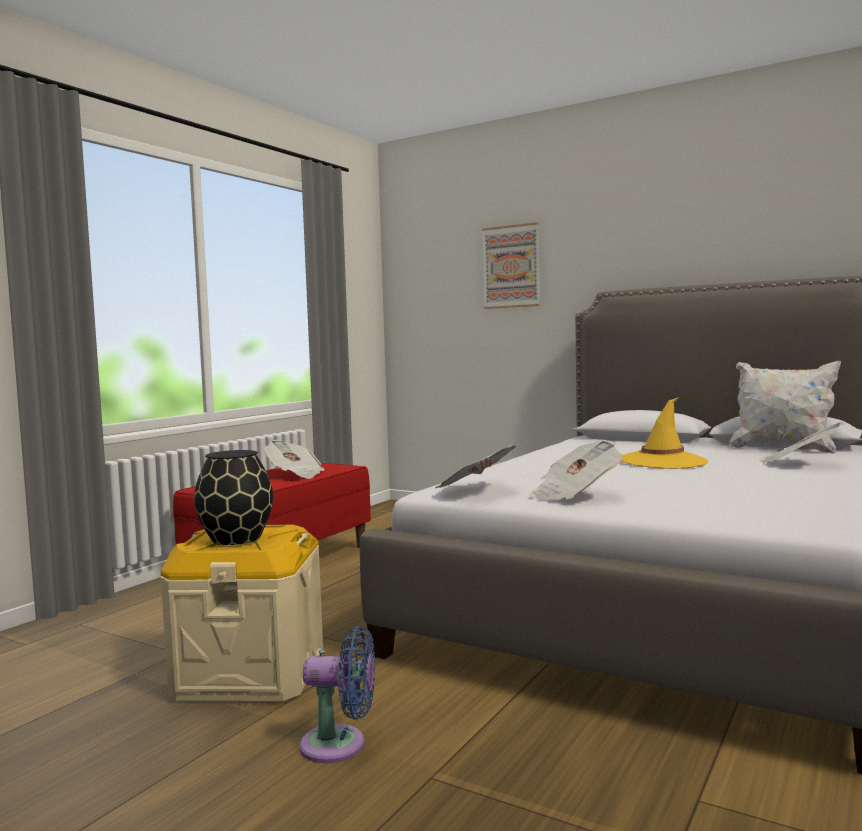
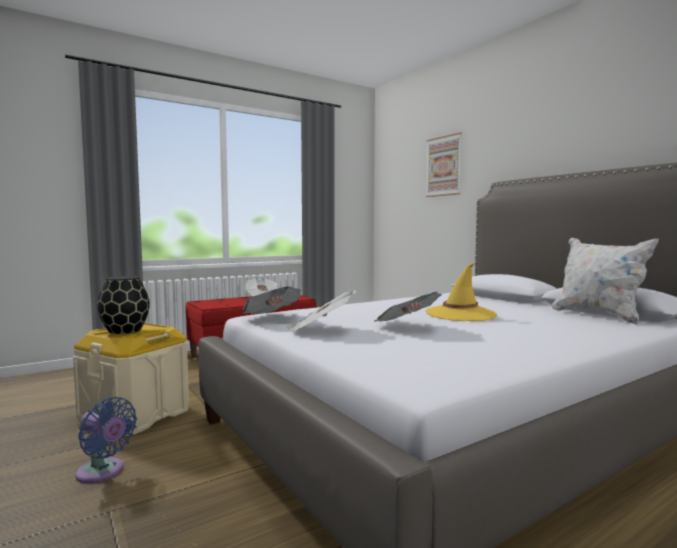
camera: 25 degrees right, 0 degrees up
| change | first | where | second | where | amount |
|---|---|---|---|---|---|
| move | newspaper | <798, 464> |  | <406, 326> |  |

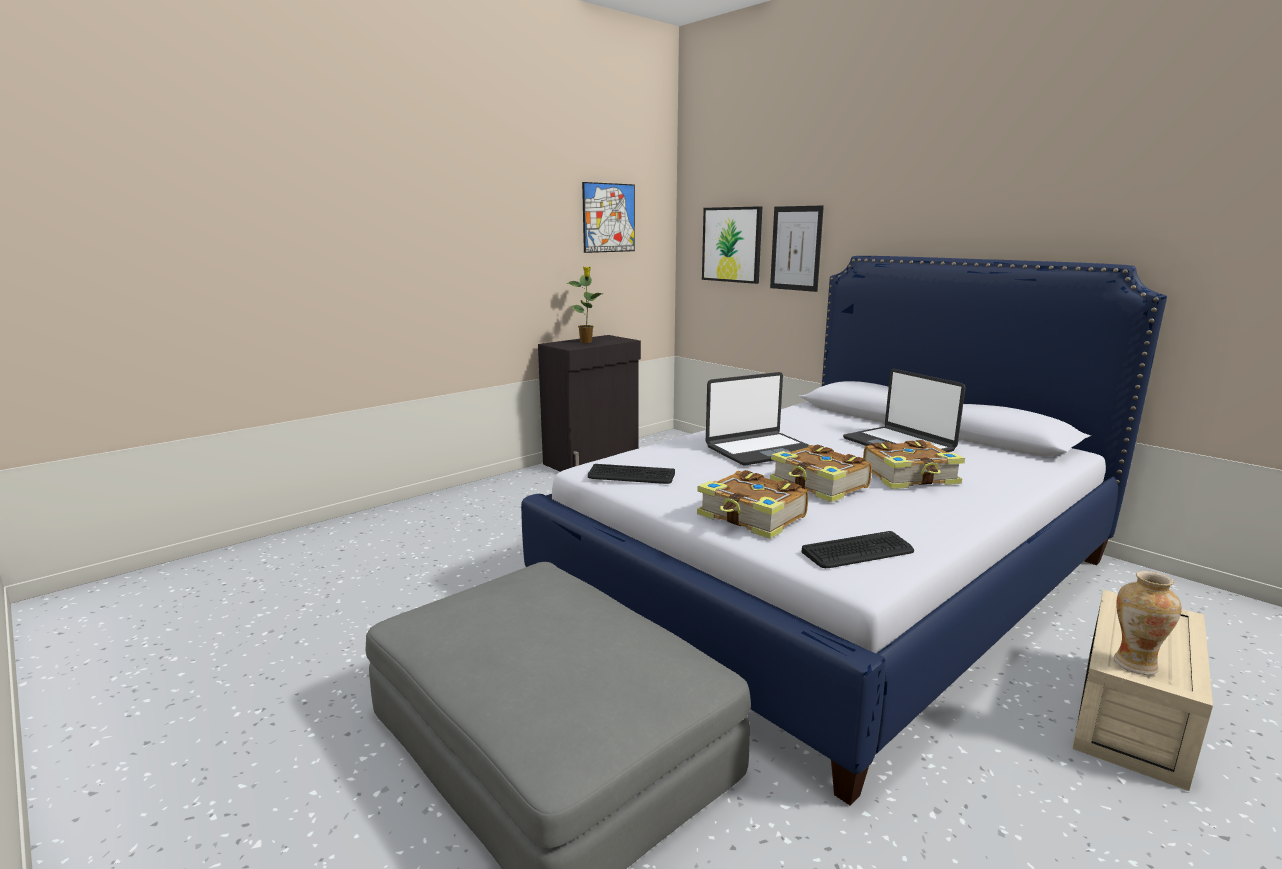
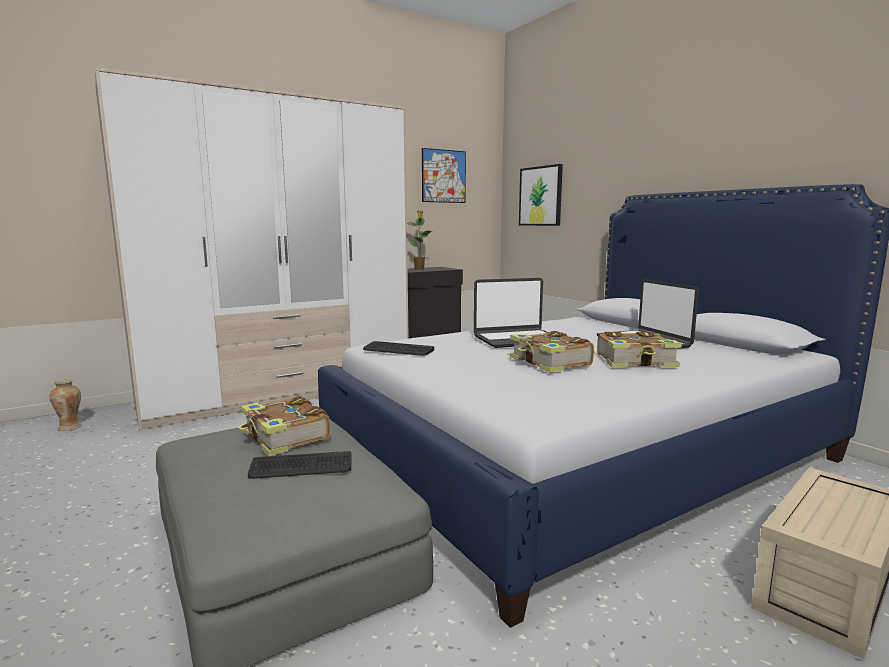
camera: 10 degrees right, 5 degrees down
| change | first | where | second | where | amount |
|---|---|---|---|---|---|
| delete | picture | <796, 248> |  |  |  |
| move | book | <752, 518> |  | <285, 437> |  |
| move | keyboard | <858, 552> |  | <301, 467> |  |
| move | vase | <1134, 663> |  | <70, 427> |  |
| insert |  |  | wardrobe | <280, 393> |  |

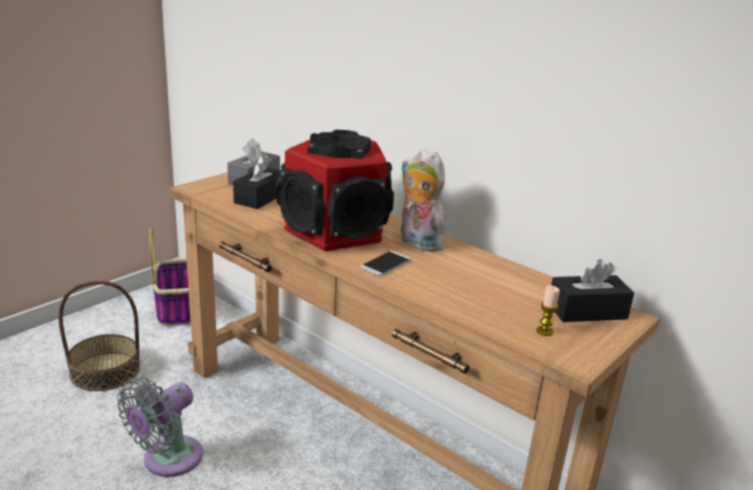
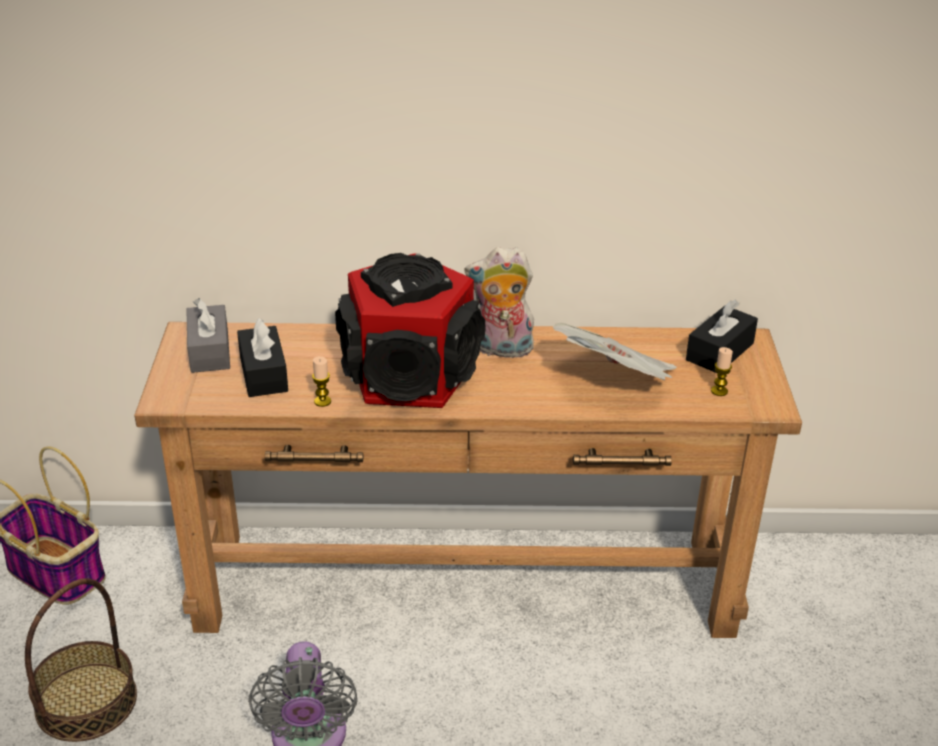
camera: 40 degrees left, 10 degrees up
| change | first | where | second | where | amount |
|---|---|---|---|---|---|
| delete | phone | <385, 264> |  |  |  |
| insert |  |  | newspaper | <616, 380> |  |
| insert |  |  | candle | <322, 401> |  |

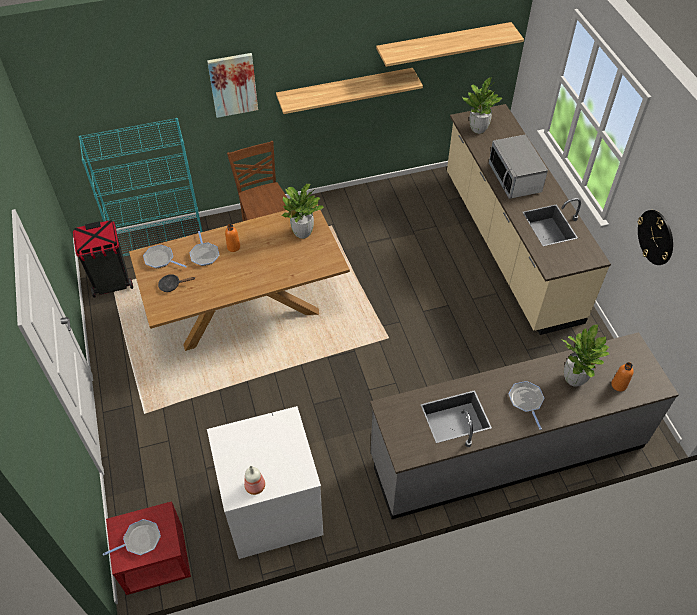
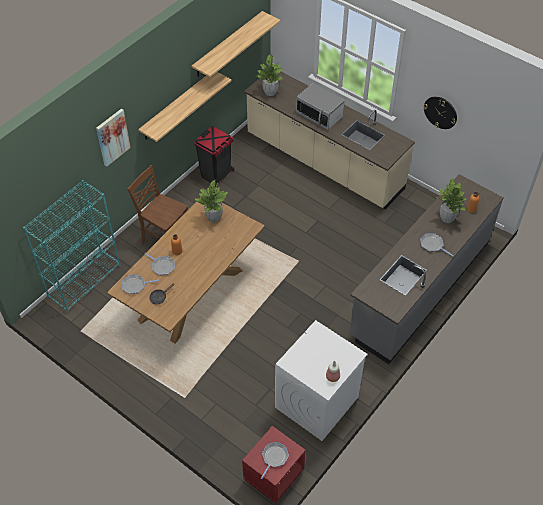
camera: 35 degrees left, 0 degrees up
| change | first | where | second | where | amount |
|---|---|---|---|---|---|
| move | black_trash_can | <112, 283> |  | <216, 174> |  |

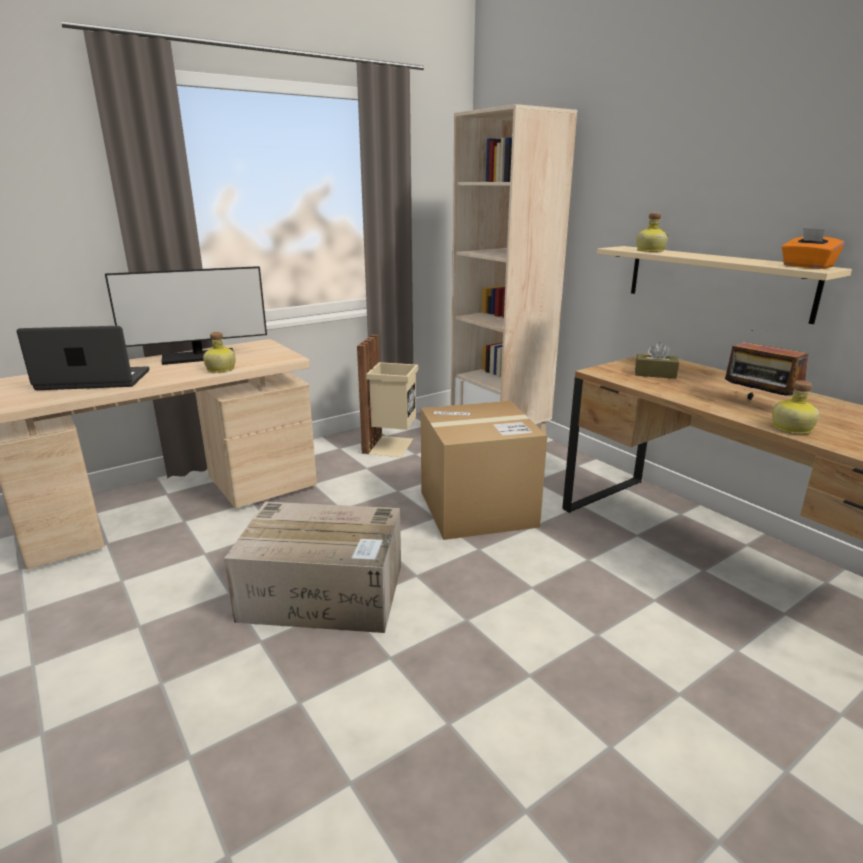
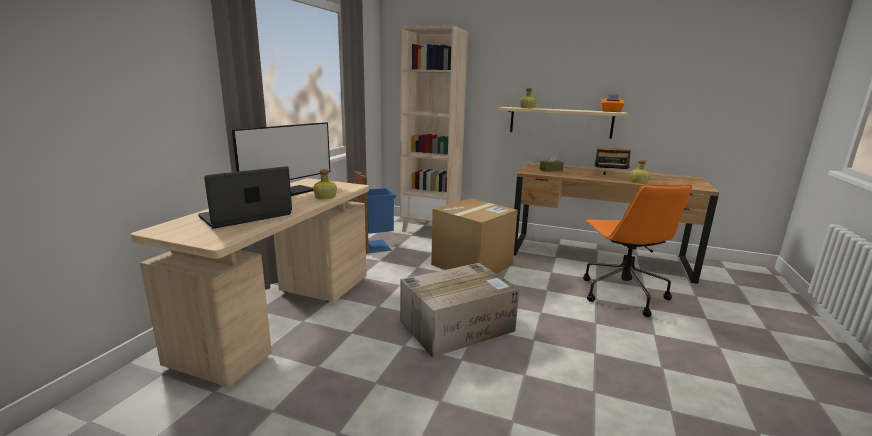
camera: 35 degrees left, 5 degrees down
| change | first | where | second | where | amount |
|---|---|---|---|---|---|
| recolor | beige_trash_can | <391, 446> | blue_trash_can | <375, 246> |  |
| insert |  |  | orange_office_chair | <621, 294> |  |

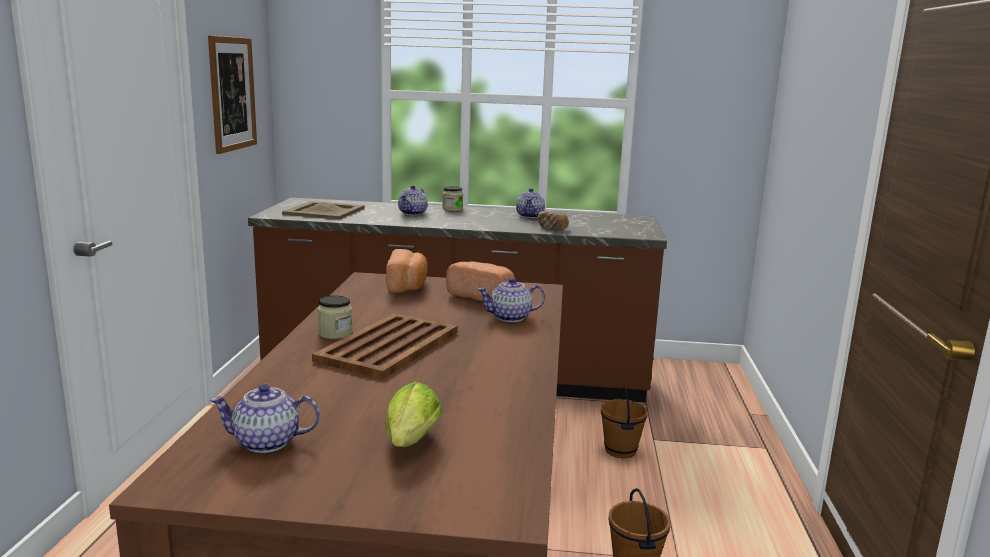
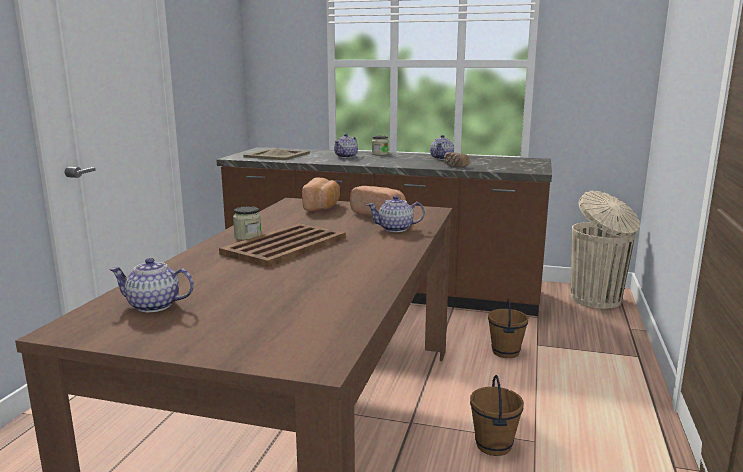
camera: 10 degrees right, 0 degrees up
| change | first | where | second | where | amount |
|---|---|---|---|---|---|
| delete | picture | <232, 93> |  |  |  |
| delete | lettuce | <410, 444> |  |  |  |
| insert |  |  | beige_trash_can | <597, 299> |  |

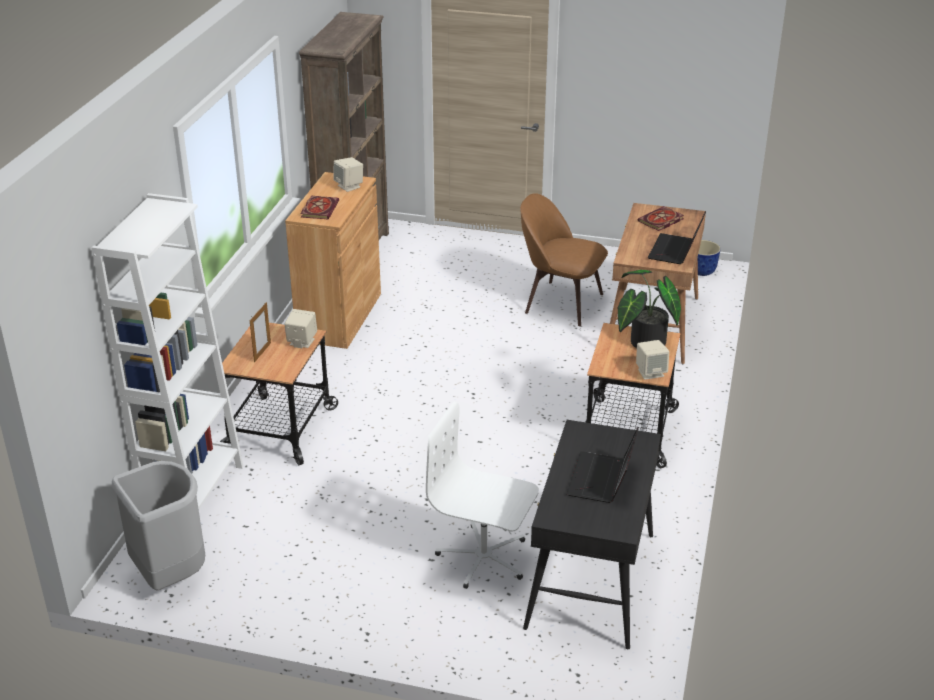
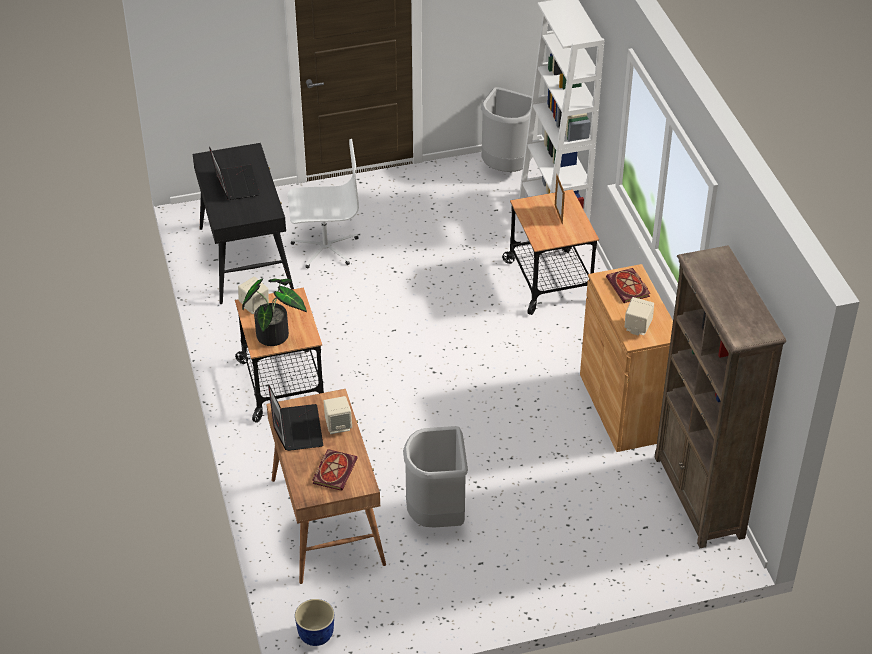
camera: 150 degrees right, 10 degrees up
| change | first | where | second | where | amount |
|---|---|---|---|---|---|
| replace | brown_chair | <560, 302> | grey_trash_can | <436, 516> |  |
| move | beige_speaker | <301, 342> |  | <338, 425> |  |

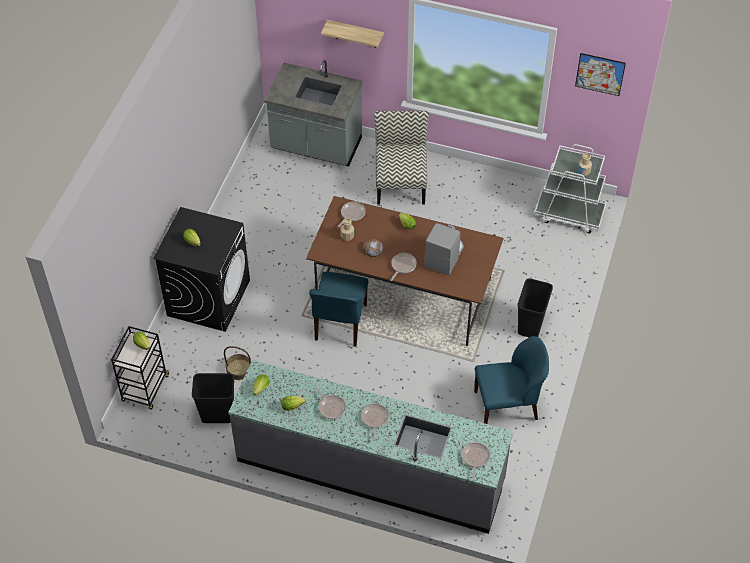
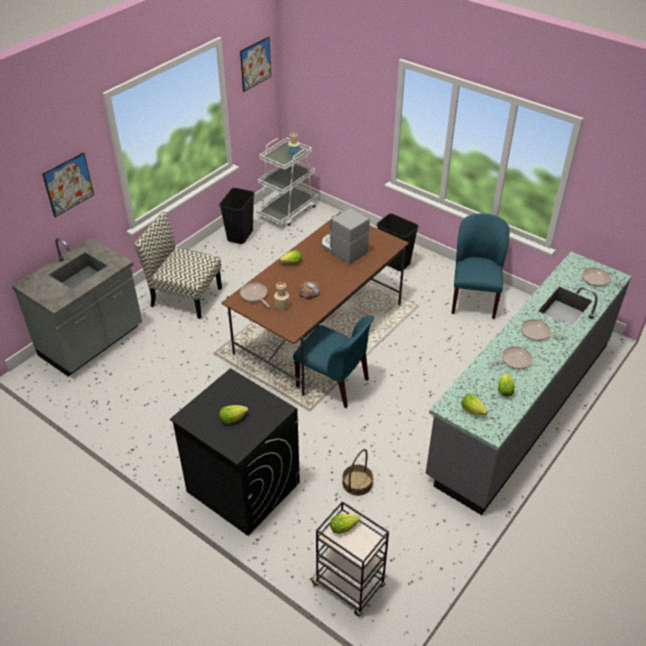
camera: 70 degrees left, 10 degrees down
| change | first | where | second | where | amount |
|---|---|---|---|---|---|
| replace | shelf | <355, 34> | picture | <68, 184> |  |
| delete | frying_pan | <402, 266> |  |  |  |
| move | black_trash_can | <218, 414> |  | <239, 235> |  |

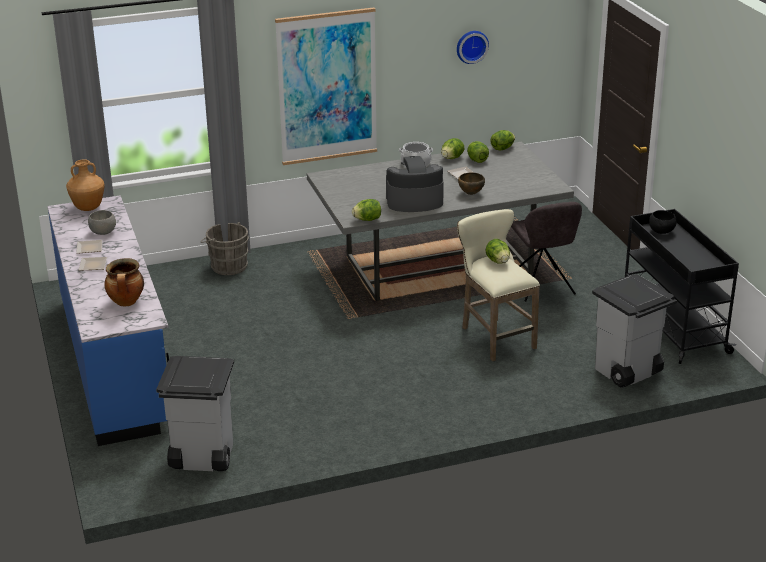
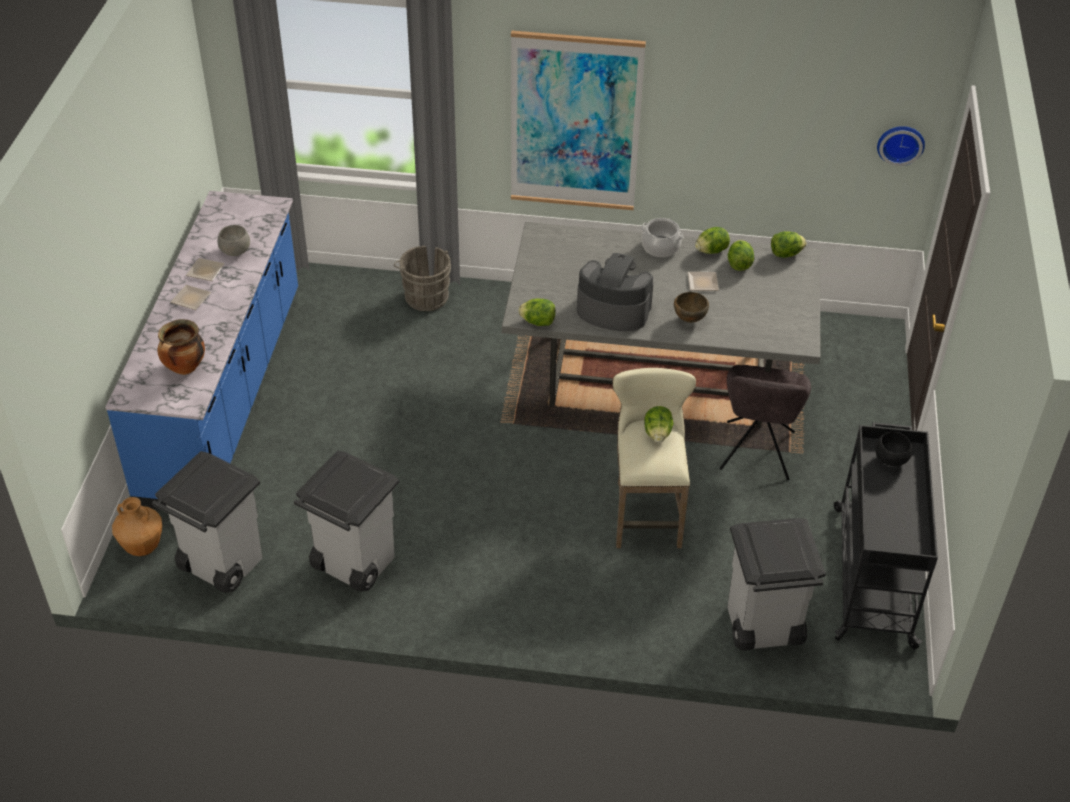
camera: 25 degrees right, 15 degrees up
| change | first | where | second | where | amount |
|---|---|---|---|---|---|
| move | wall_clock | <471, 46> |  | <900, 143> |  |
| move | brown_vase | <88, 208> |  | <143, 547> |  |
| insert |  |  | grey_trash_can | <352, 563> |  |

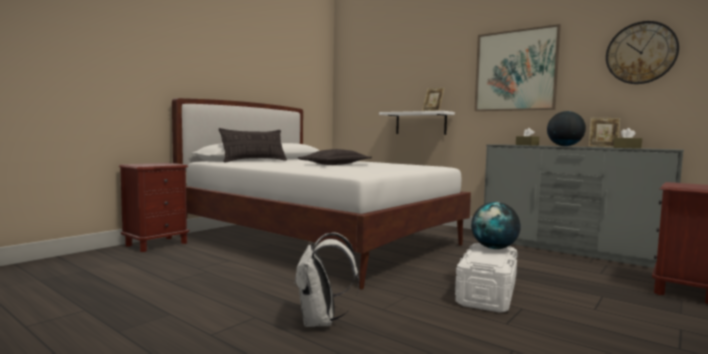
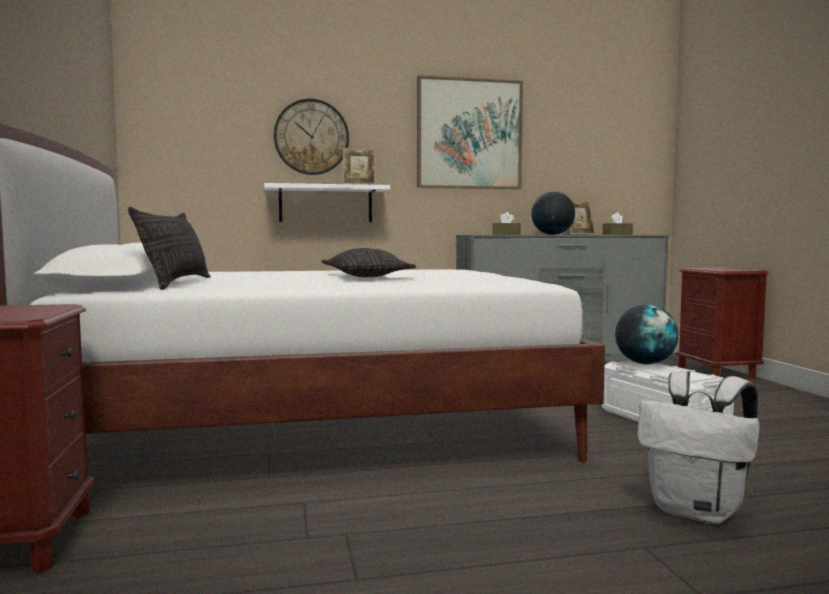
camera: 50 degrees left, 0 degrees up
| change | first | where | second | where | amount |
|---|---|---|---|---|---|
| move | wall_clock | <641, 53> |  | <311, 137> |  |

